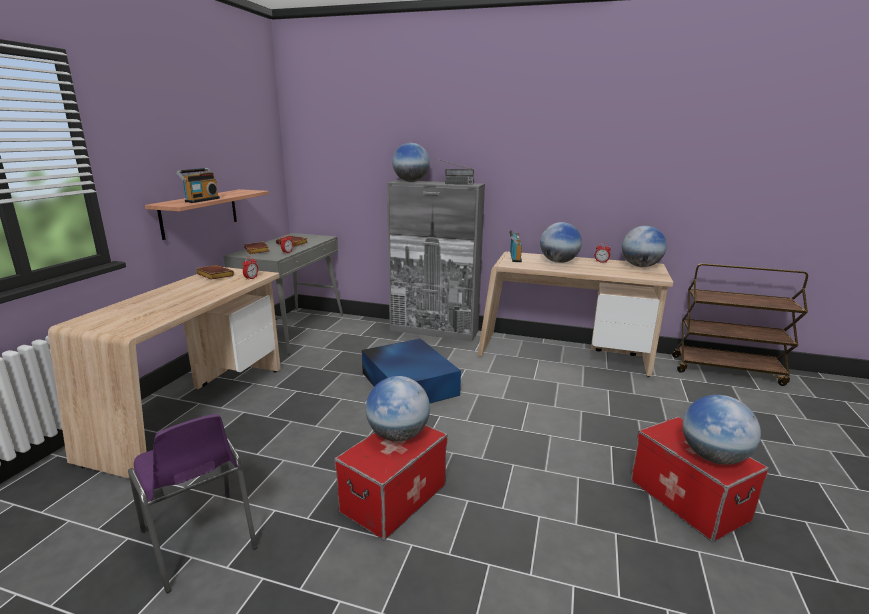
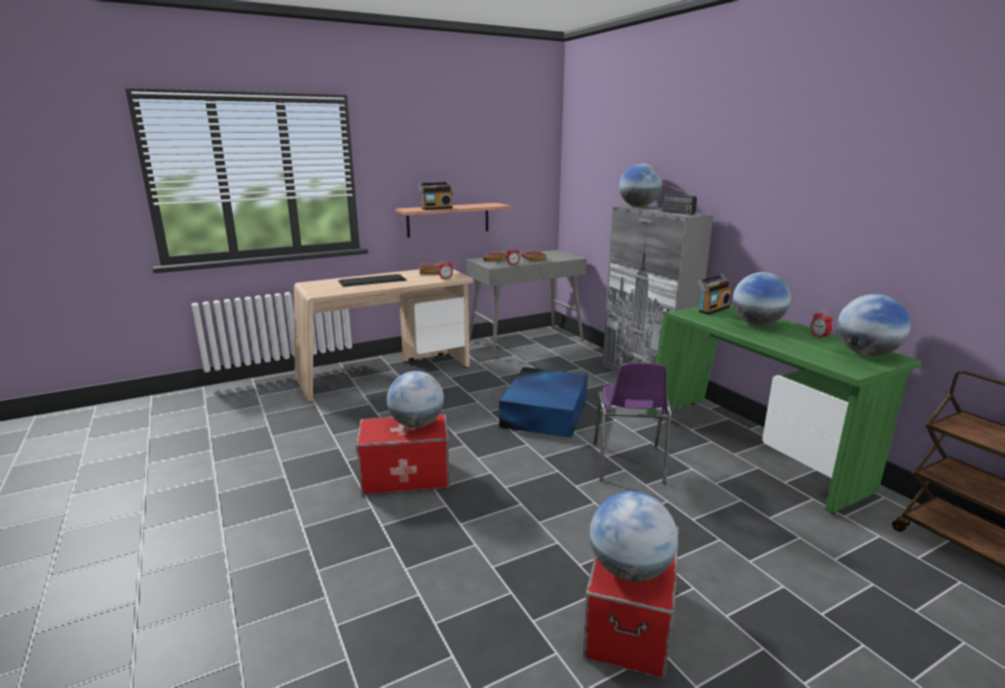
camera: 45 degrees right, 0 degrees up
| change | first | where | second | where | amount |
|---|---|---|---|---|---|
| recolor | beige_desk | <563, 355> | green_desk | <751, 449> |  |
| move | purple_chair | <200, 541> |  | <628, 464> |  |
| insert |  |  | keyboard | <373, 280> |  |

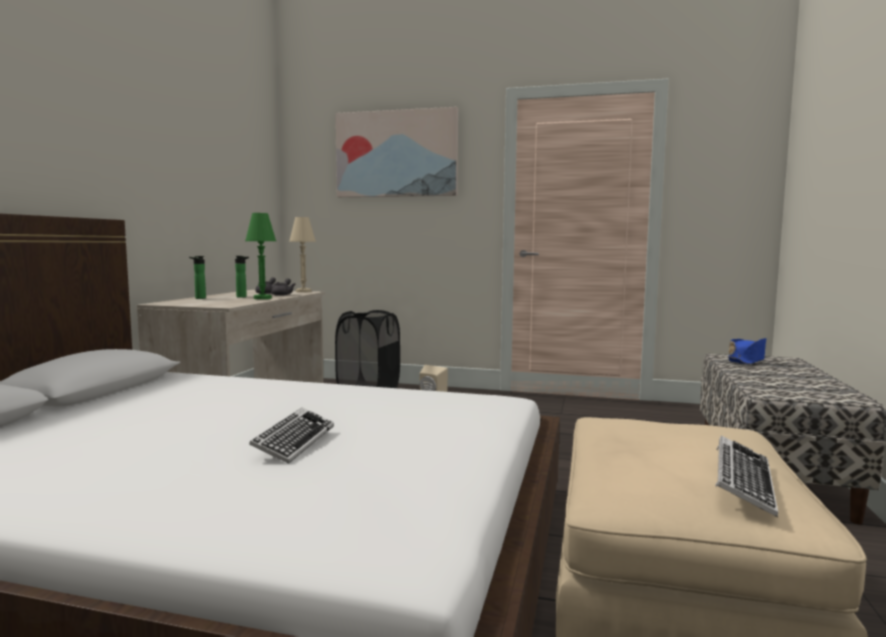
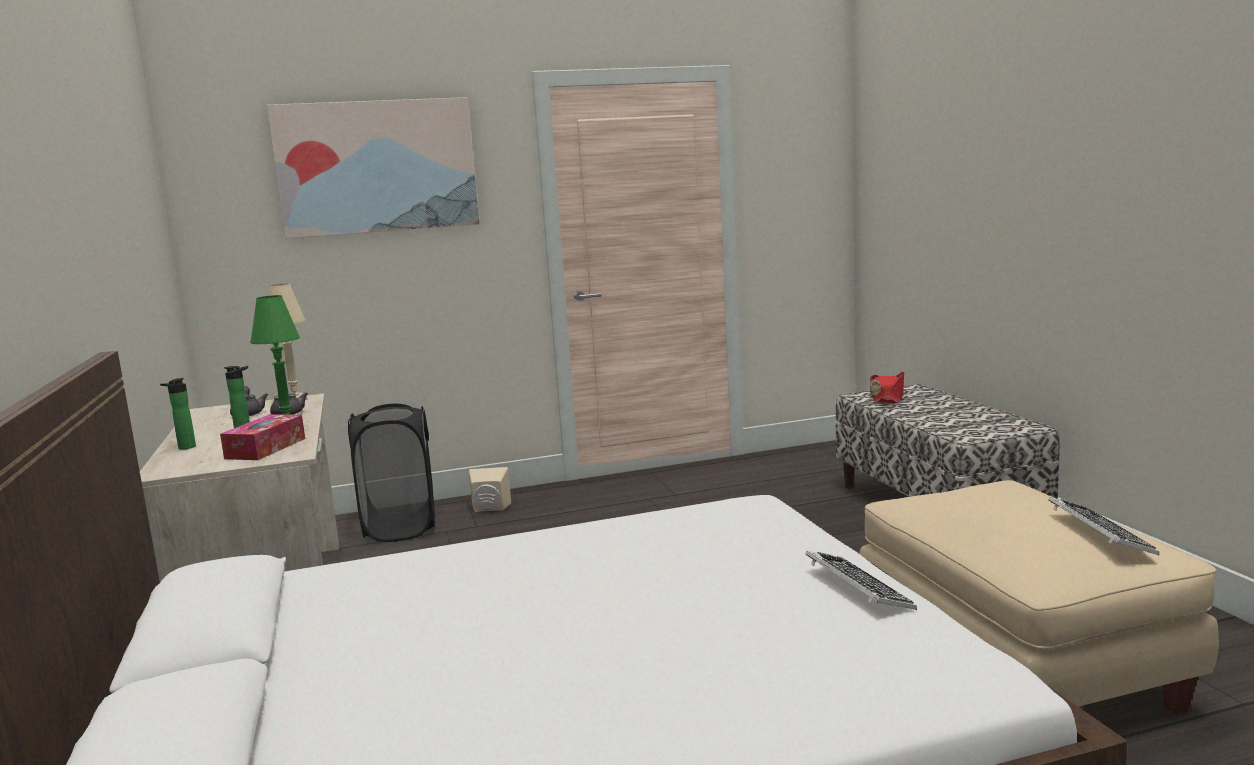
camera: 30 degrees left, 5 degrees up
| change | first | where | second | where | amount |
|---|---|---|---|---|---|
| recolor | blue_hat | <746, 360> | red_hat | <887, 397> |  |
| move | keyboard | <294, 441> |  | <857, 588> |  |
| insert |  |  | tissue_box | <266, 448> |  |

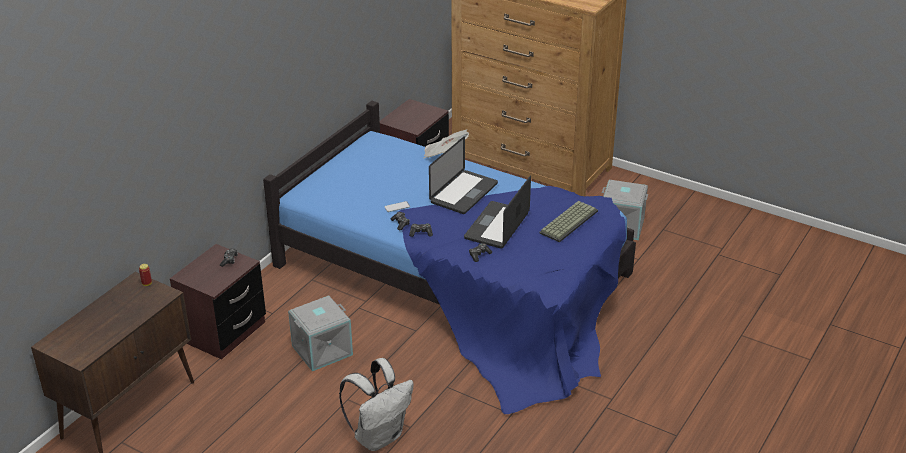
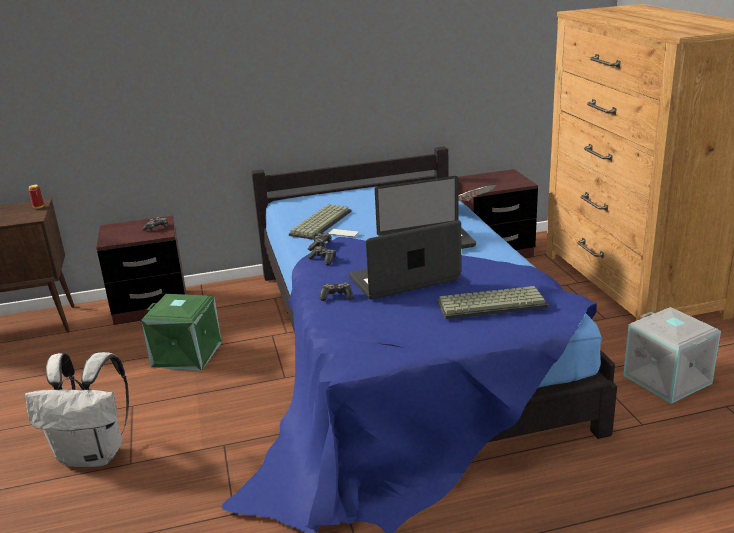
camera: 45 degrees right, 10 degrees down
| change | first | where | second | where | amount |
|---|---|---|---|---|---|
| recolor | grey_storage_box | <322, 349> | green_storage_box | <188, 354> |  |
| insert |  |  | keyboard | <320, 222> |  |

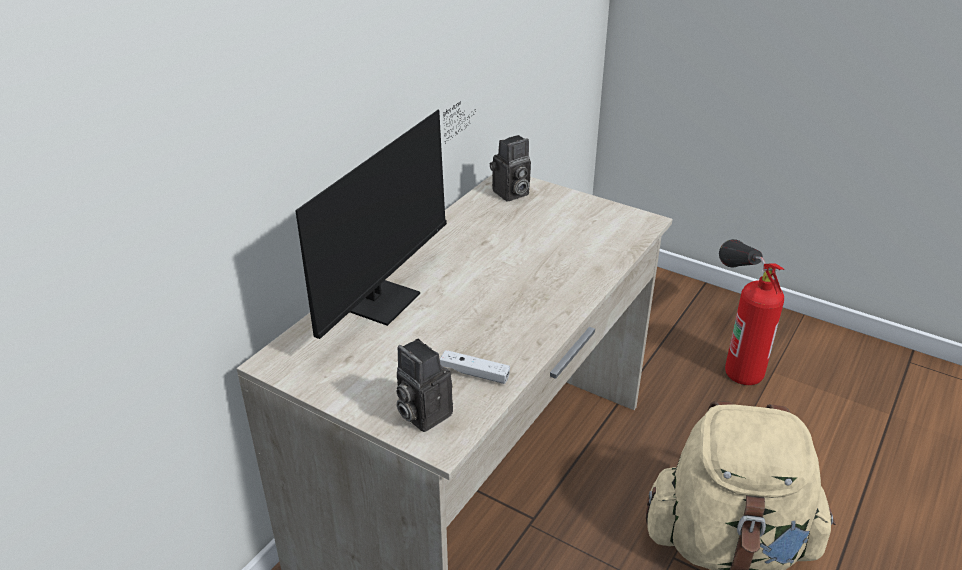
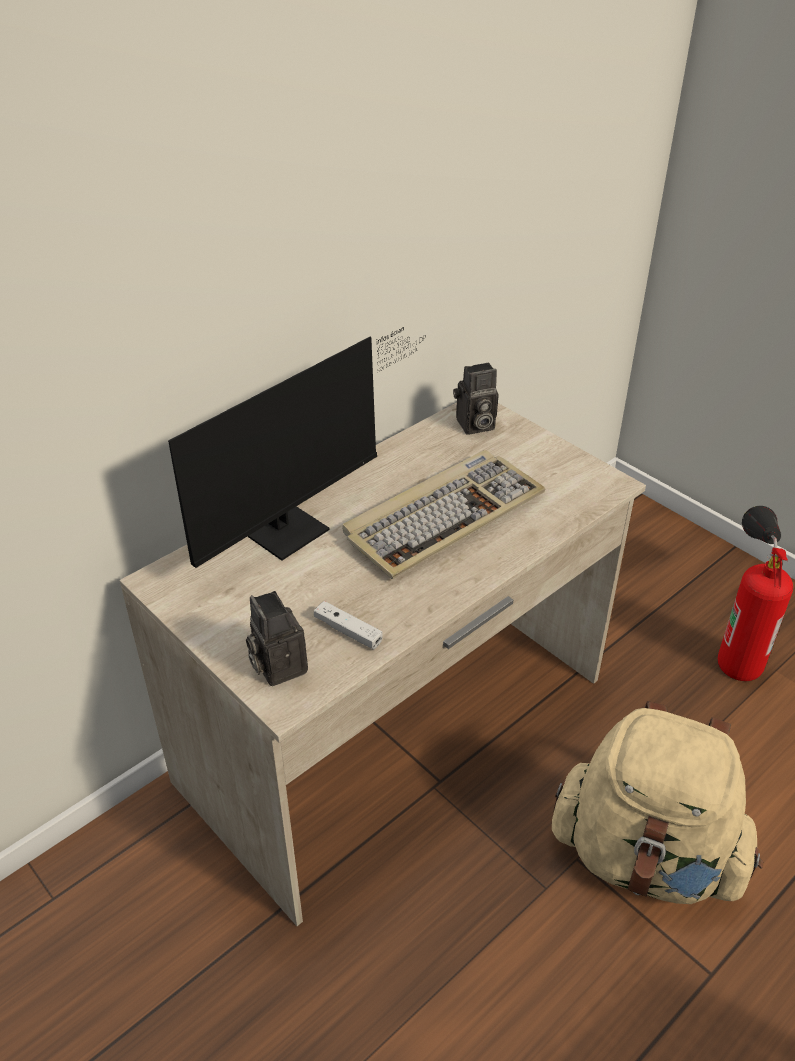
camera: 15 degrees right, 5 degrees up
| change | first | where | second | where | amount |
|---|---|---|---|---|---|
| insert |  |  | keyboard | <444, 516> |  |

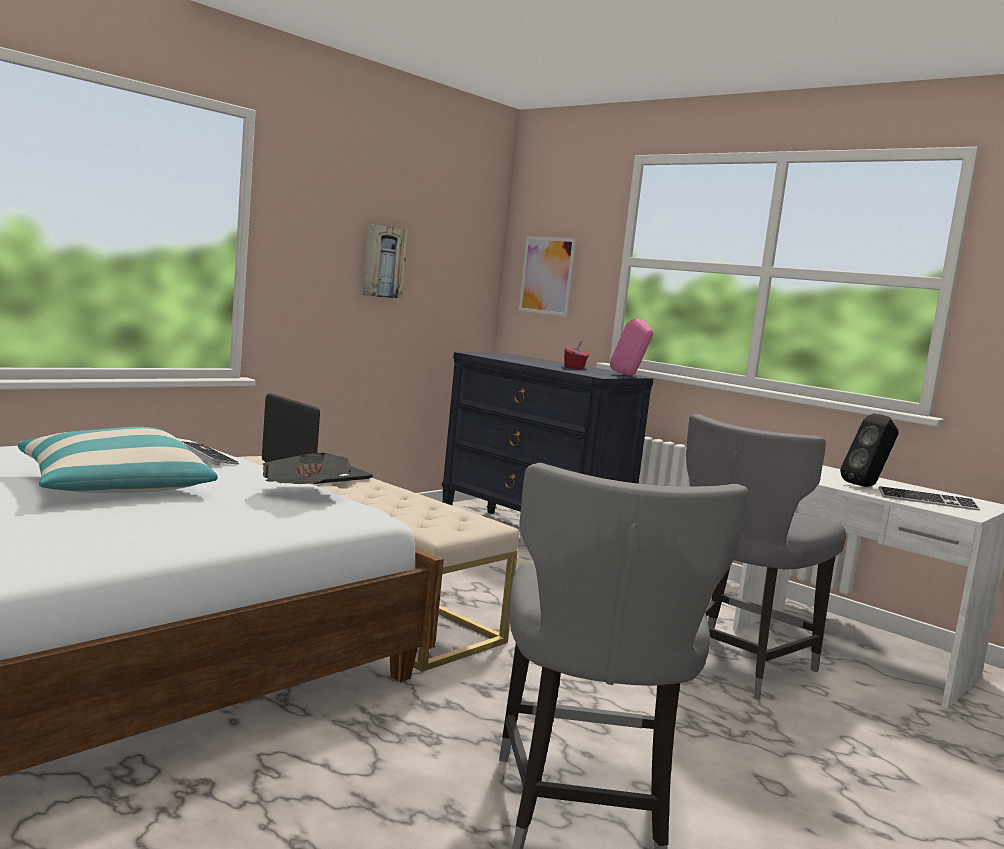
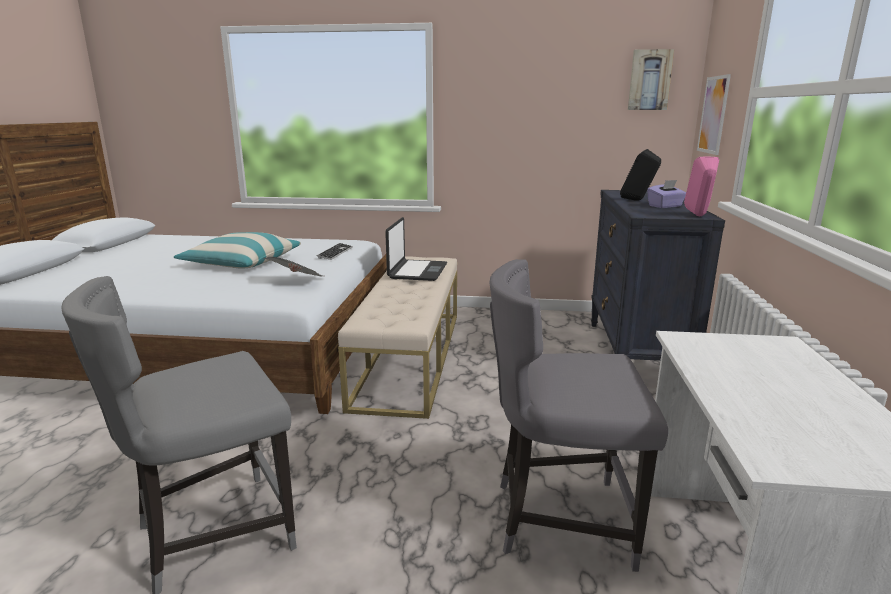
camera: 55 degrees right, 10 degrees up
| change | first | where | second | where | amount |
|---|---|---|---|---|---|
| move | picture | <383, 261> |  | <649, 80> |  |
| recolor | red_tissue_box | <575, 368> | purple_tissue_box | <665, 206> |  |
| move | black_speaker | <866, 486> |  | <637, 200> |  |
| delete | keyboard | <927, 501> |  |  |  |

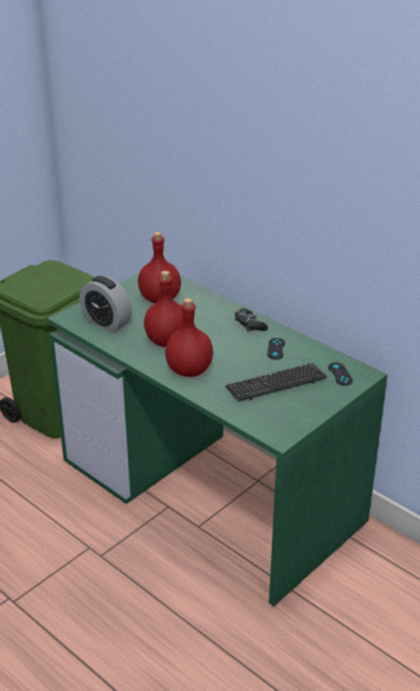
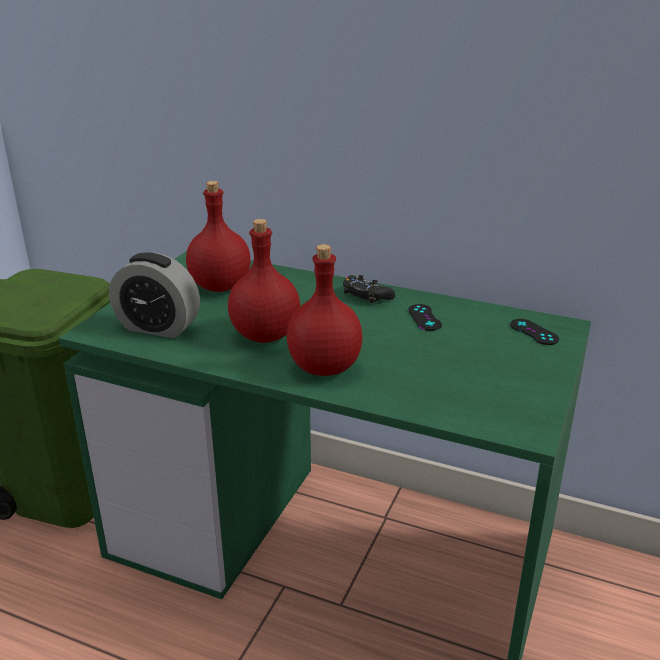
camera: 20 degrees left, 5 degrees down
| change | first | where | second | where | amount |
|---|---|---|---|---|---|
| delete | keyboard | <276, 384> |  |  |  |

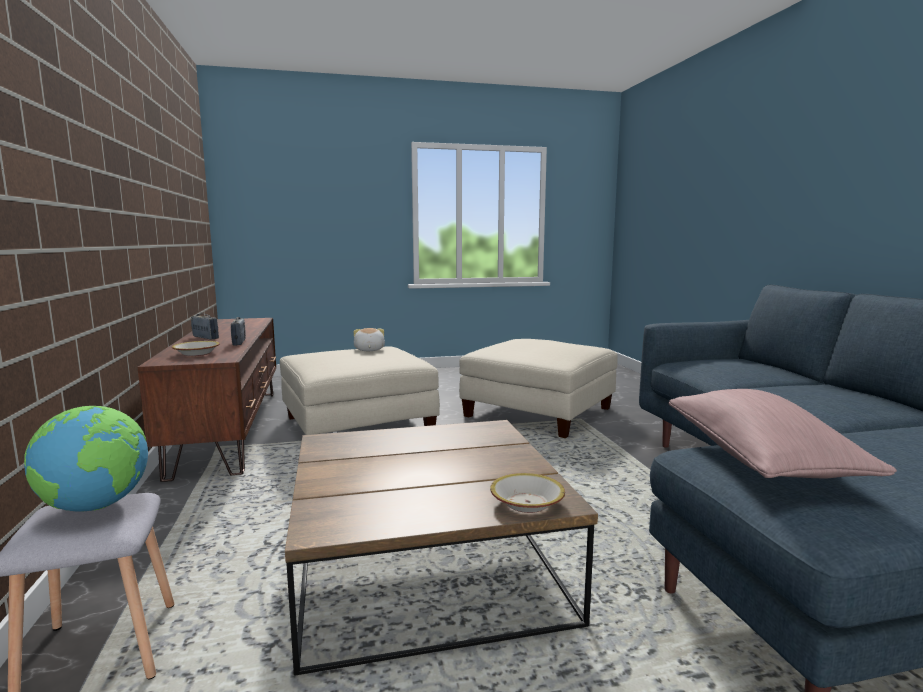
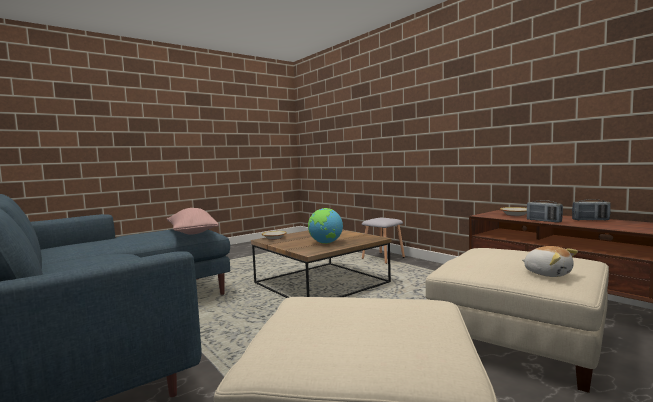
camera: 155 degrees right, 5 degrees down
| change | first | where | second | where | amount |
|---|---|---|---|---|---|
| move | globe | <96, 506> |  | <325, 243> |  |

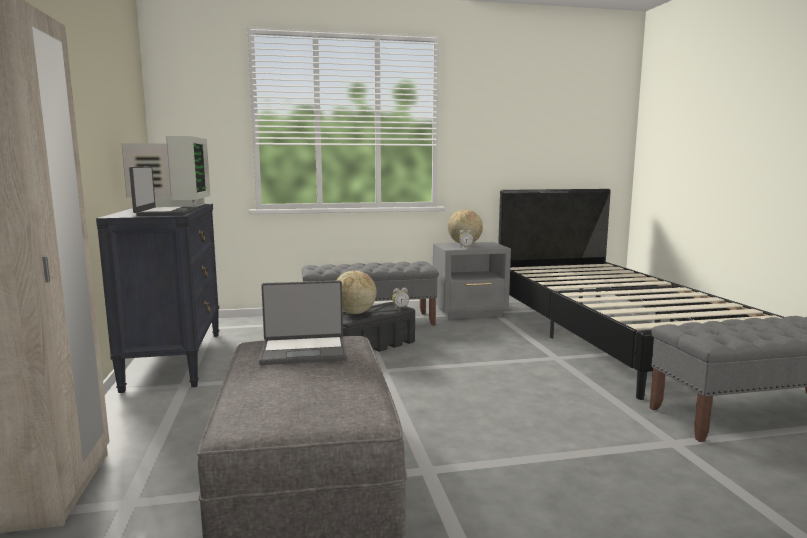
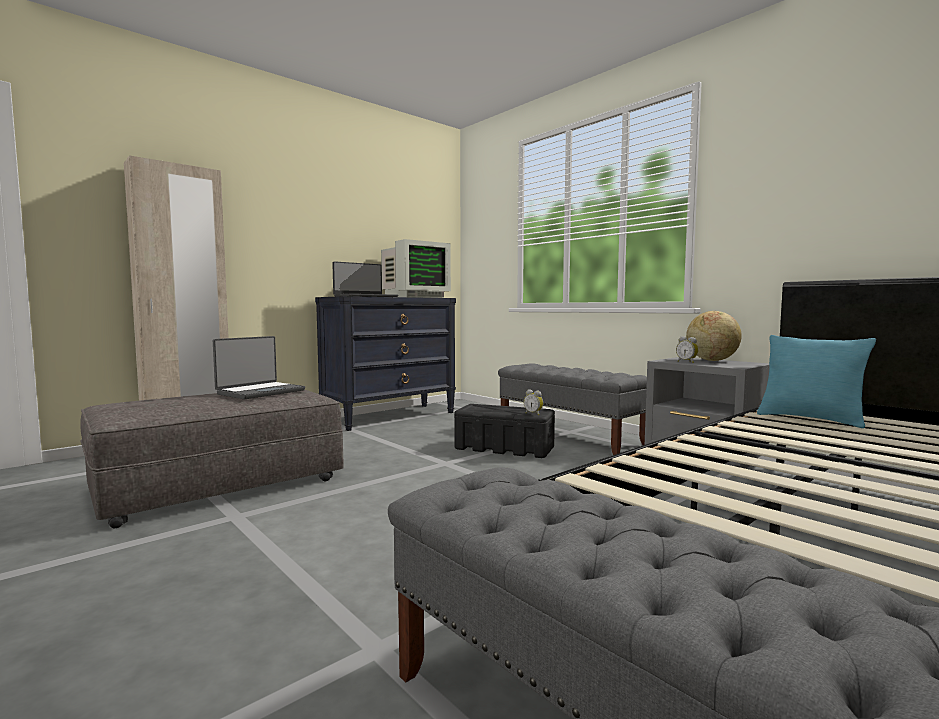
camera: 60 degrees right, 5 degrees down
| change | first | where | second | where | amount |
|---|---|---|---|---|---|
| delete | globe | <354, 313> |  |  |  |
| rotate | laptop | <304, 351> |  | <260, 392> | 105 degrees counterclockwise |
| insert |  |  | turquoise_pillow | <810, 419> |  |

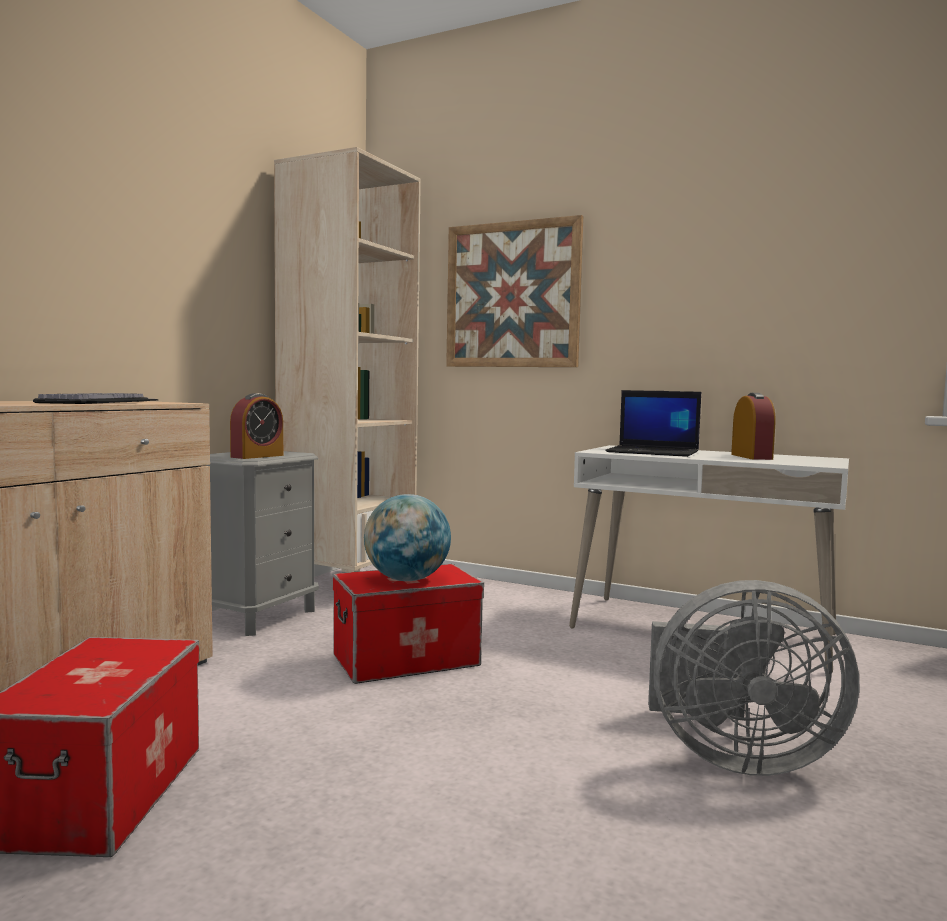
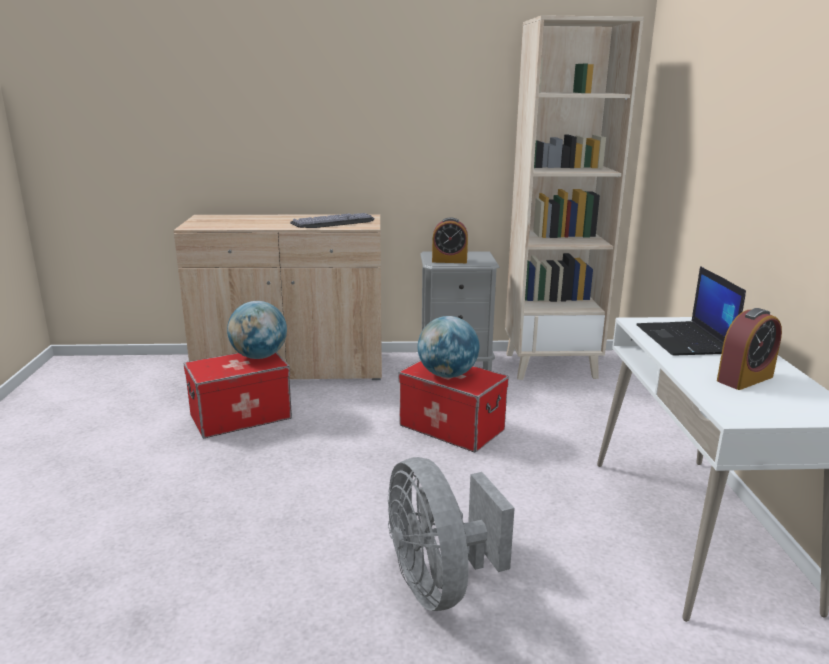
camera: 60 degrees right, 15 degrees up
| change | first | where | second | where | amount |
|---|---|---|---|---|---|
| delete | picture | <512, 295> |  |  |  |
| insert |  |  | globe | <259, 356> |  |

